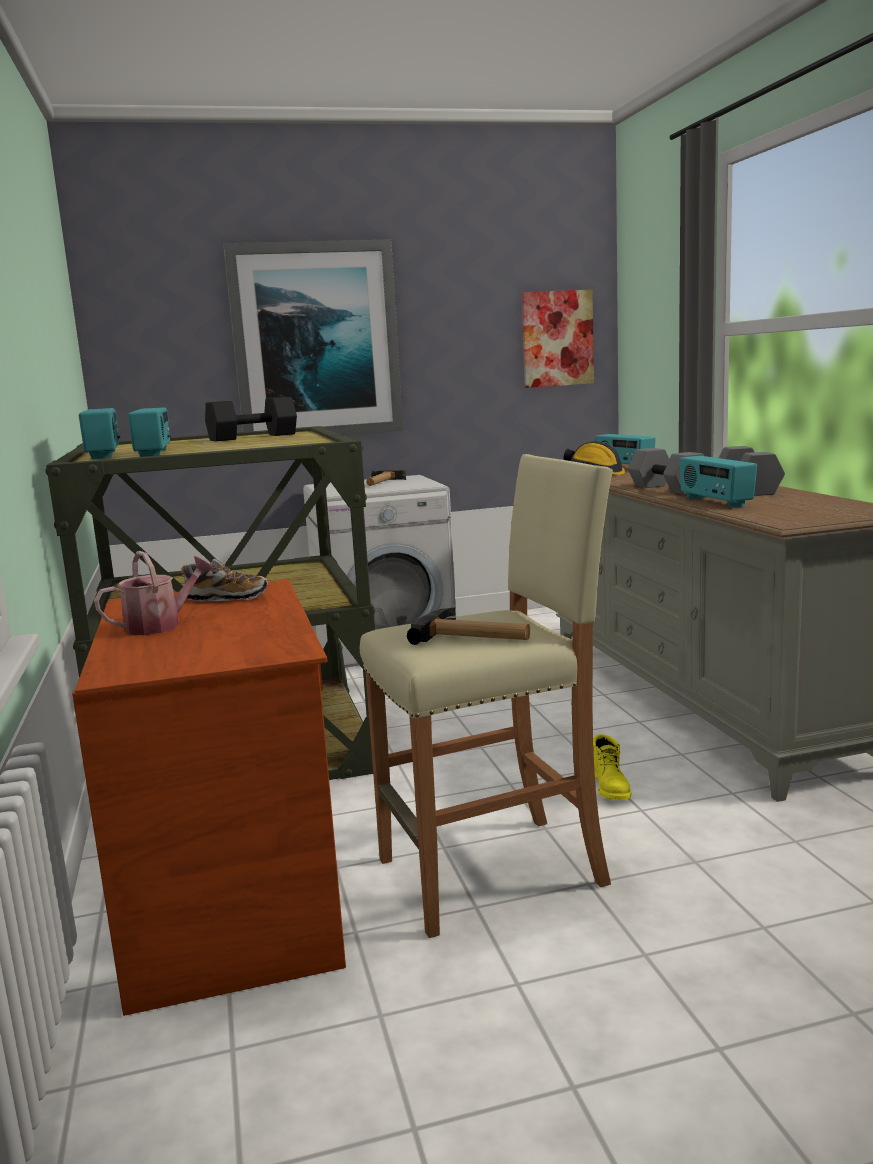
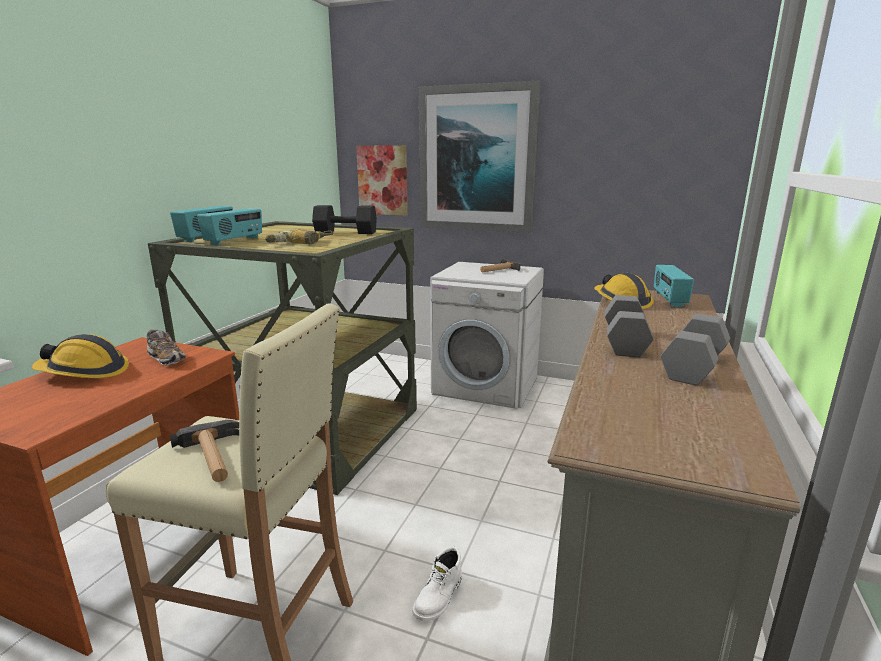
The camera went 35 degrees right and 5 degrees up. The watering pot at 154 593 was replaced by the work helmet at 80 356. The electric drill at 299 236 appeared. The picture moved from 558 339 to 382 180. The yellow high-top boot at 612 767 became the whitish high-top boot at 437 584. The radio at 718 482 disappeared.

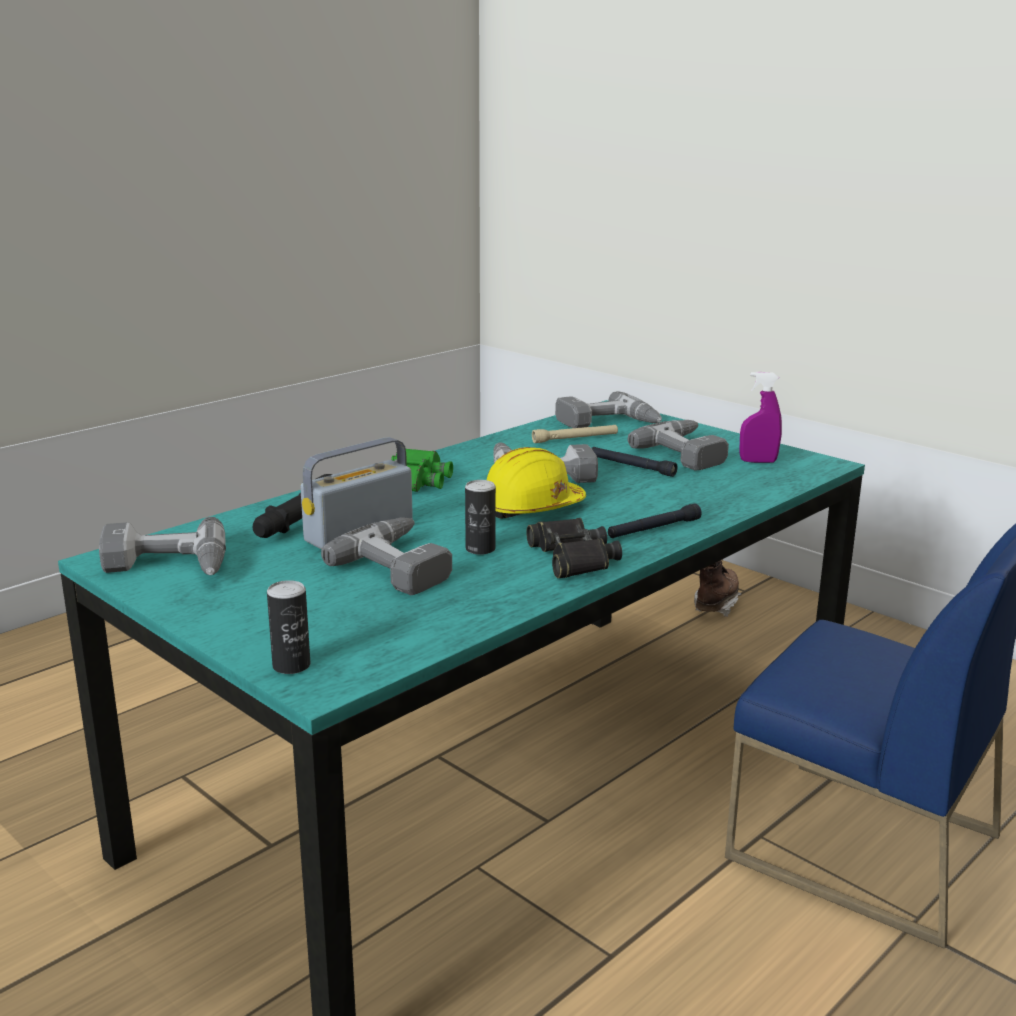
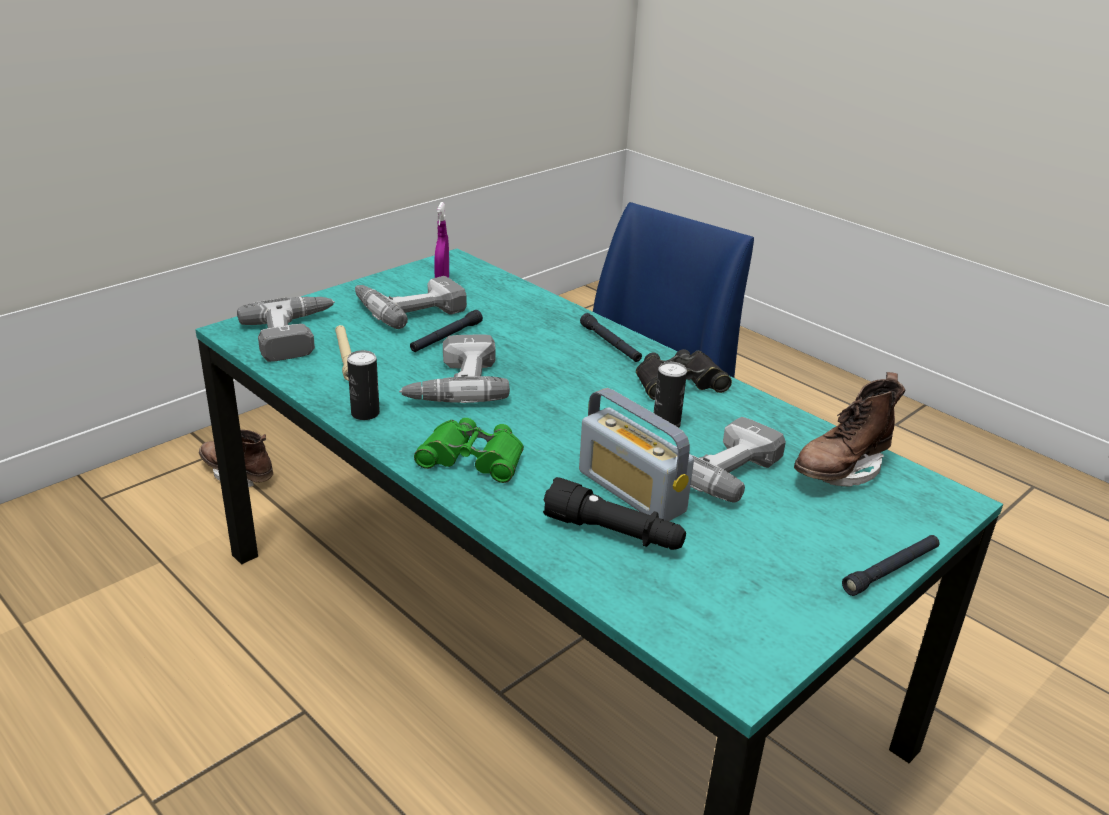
The camera went 90 degrees left and 10 degrees up. The can moved from 288 627 to 363 385. The brownish high-top boot at 849 429 appeared. The black hand torch at 891 565 appeared. The electric drill at 162 546 disappeared. The yellow work helmet at 536 483 disappeared.

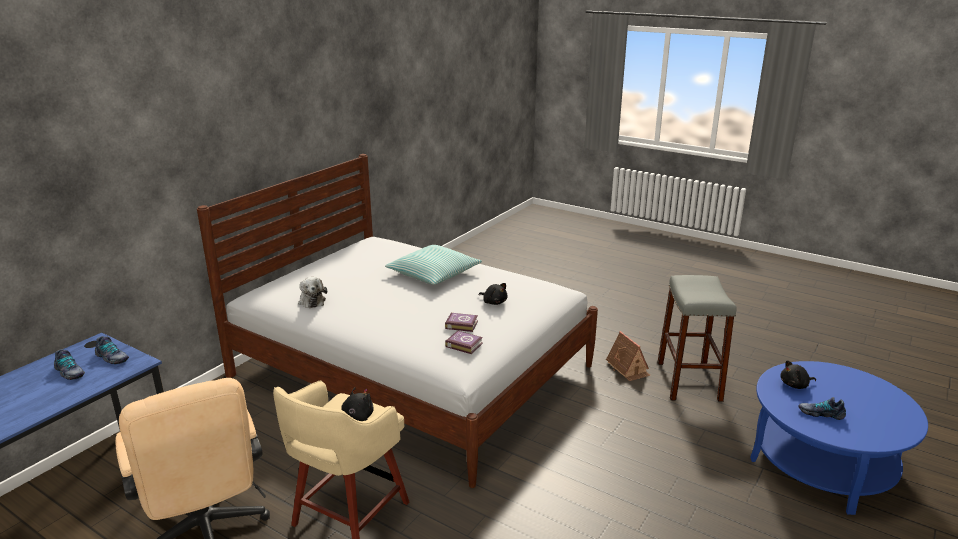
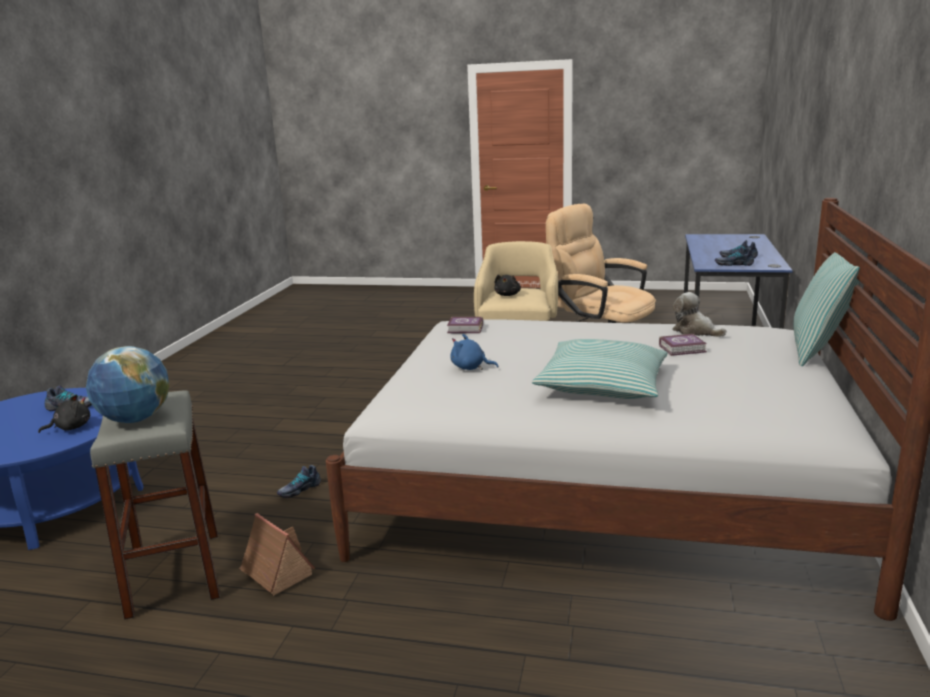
The camera went 160 degrees right and 5 degrees down. The desk globe at 128 384 appeared. The low shoe at 299 481 appeared. The black soft toy at 493 294 became the bluish soft toy at 474 352. The bound book moved from 461 322 to 683 345. The pillow at 826 309 appeared.

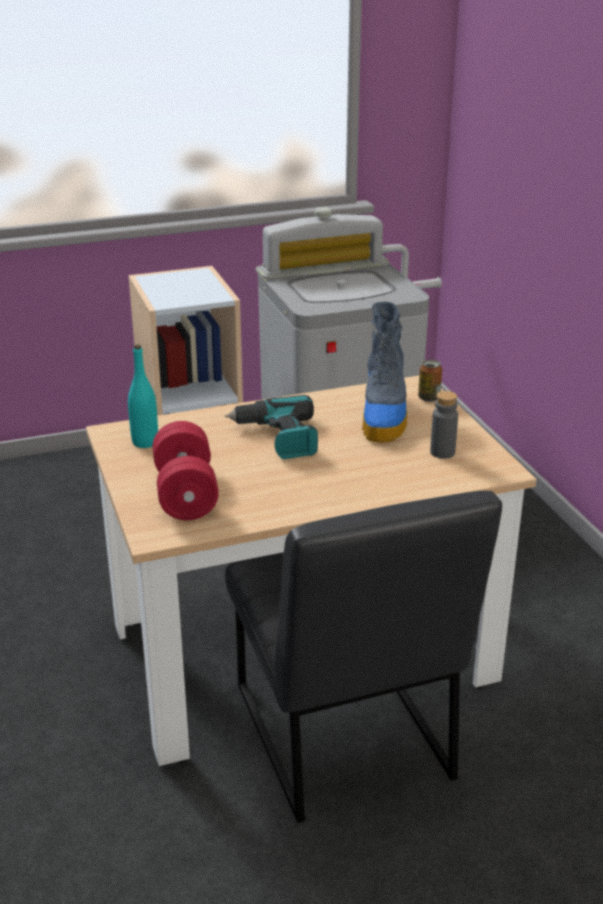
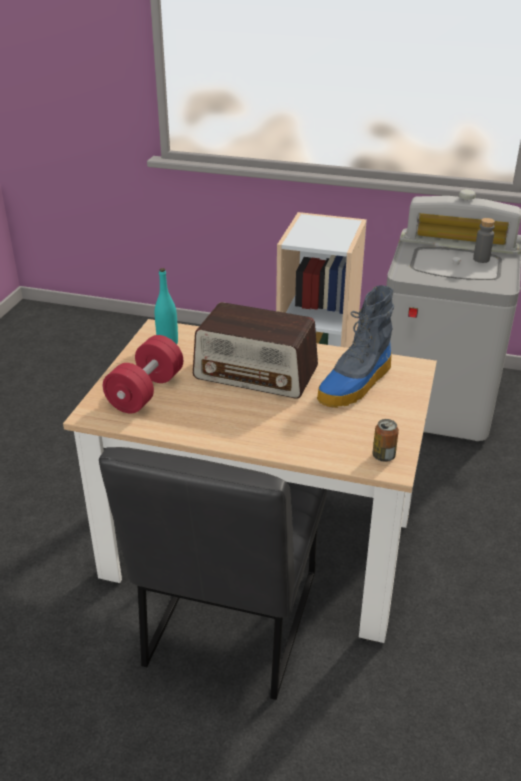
The camera went 35 degrees right and 5 degrees up. The electric drill at 271 427 was replaced by the radio at 255 350. The can moved from 430 380 to 386 440. The gray beverage bottle moved from 444 425 to 484 240.

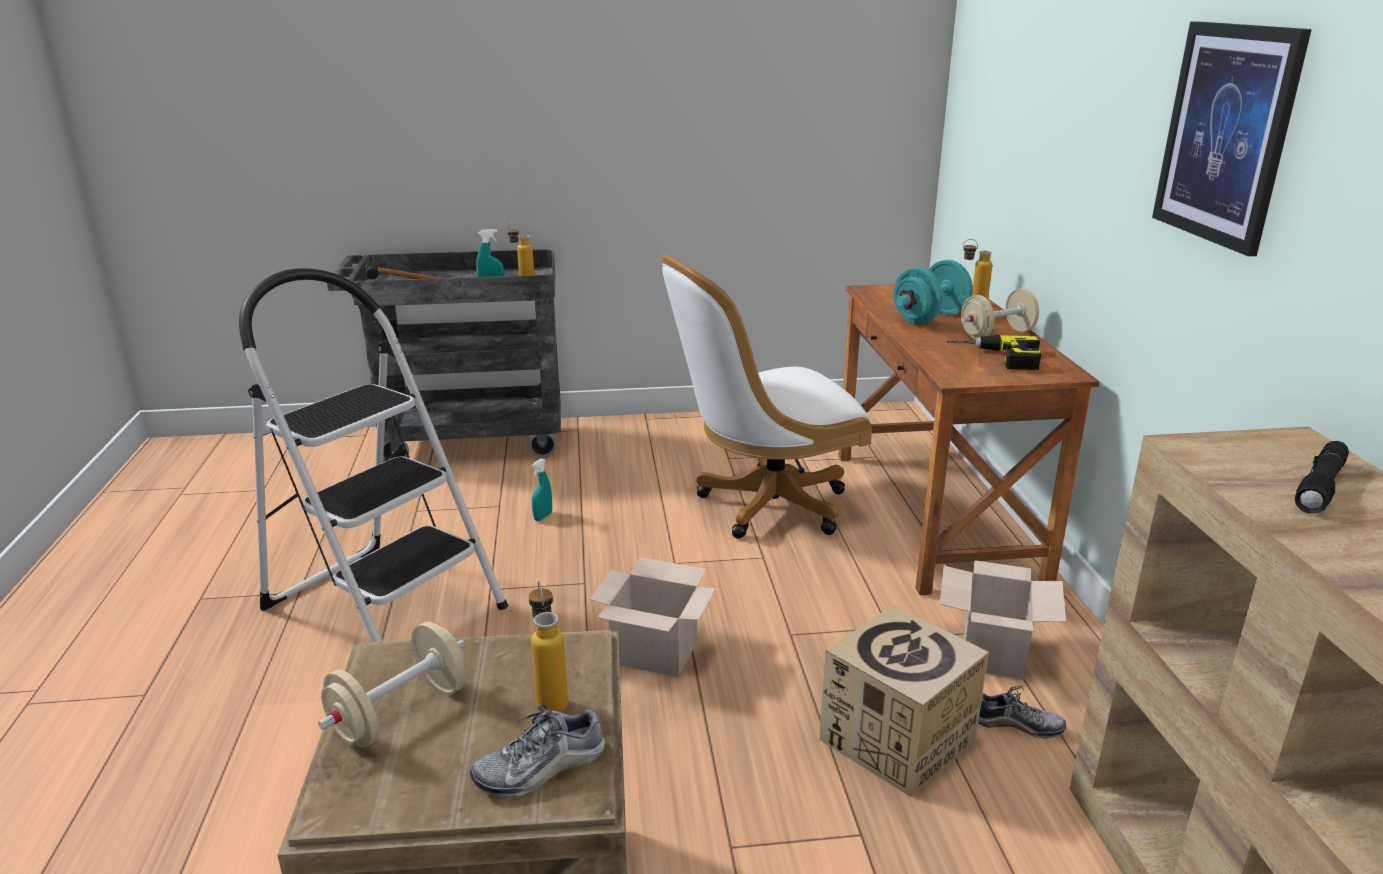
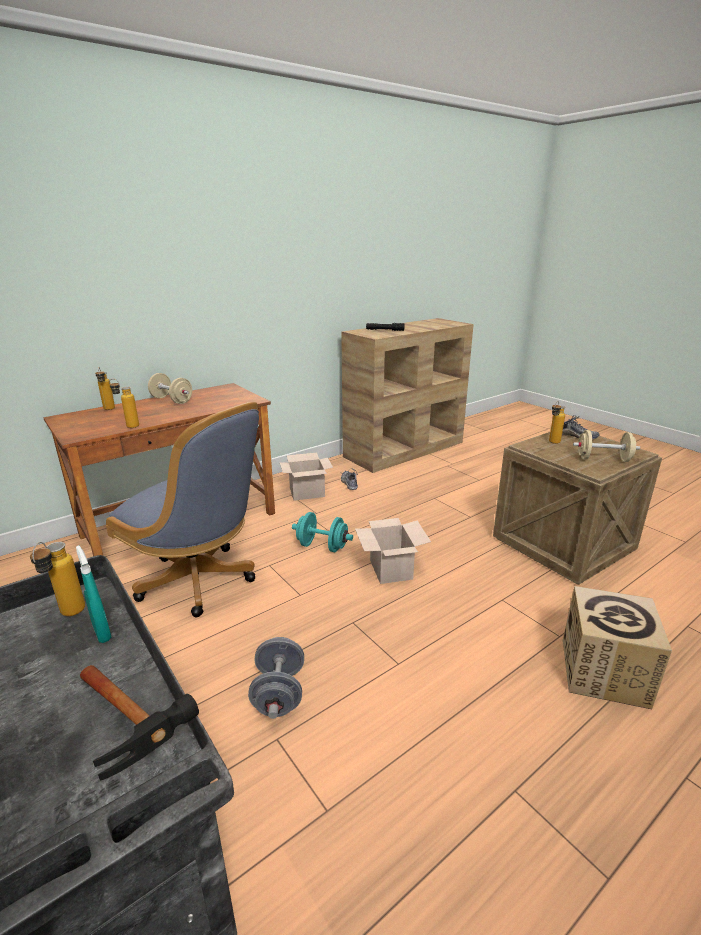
The camera went 120 degrees left and 0 degrees up. The whitish desk chair at 767 397 became the bluish desk chair at 182 510. The beverage bottle at 124 403 appeared. The blue-green sprayer at 542 489 was replaced by the gray hand weight at 276 678. The blue-green hand weight moved from 933 292 to 322 532. The cardboard box moved from 904 701 to 617 647. The step ladder at 373 455 disappeared. The electric drill at 994 352 disappeared. The picture at 1232 138 disappeared.

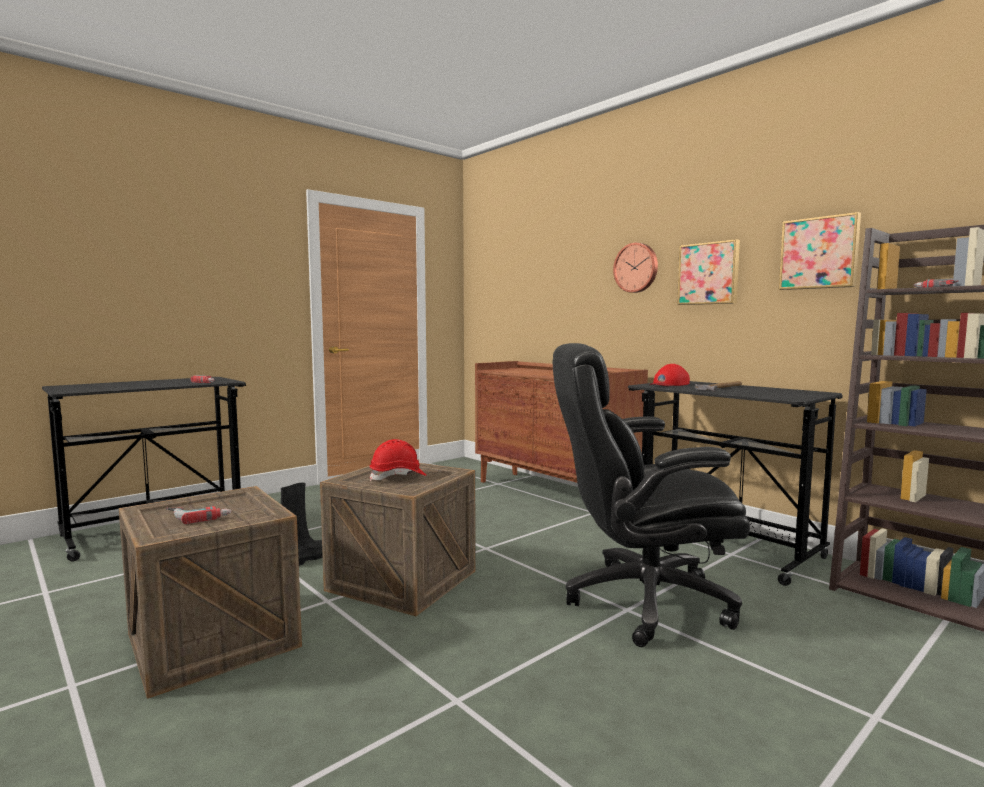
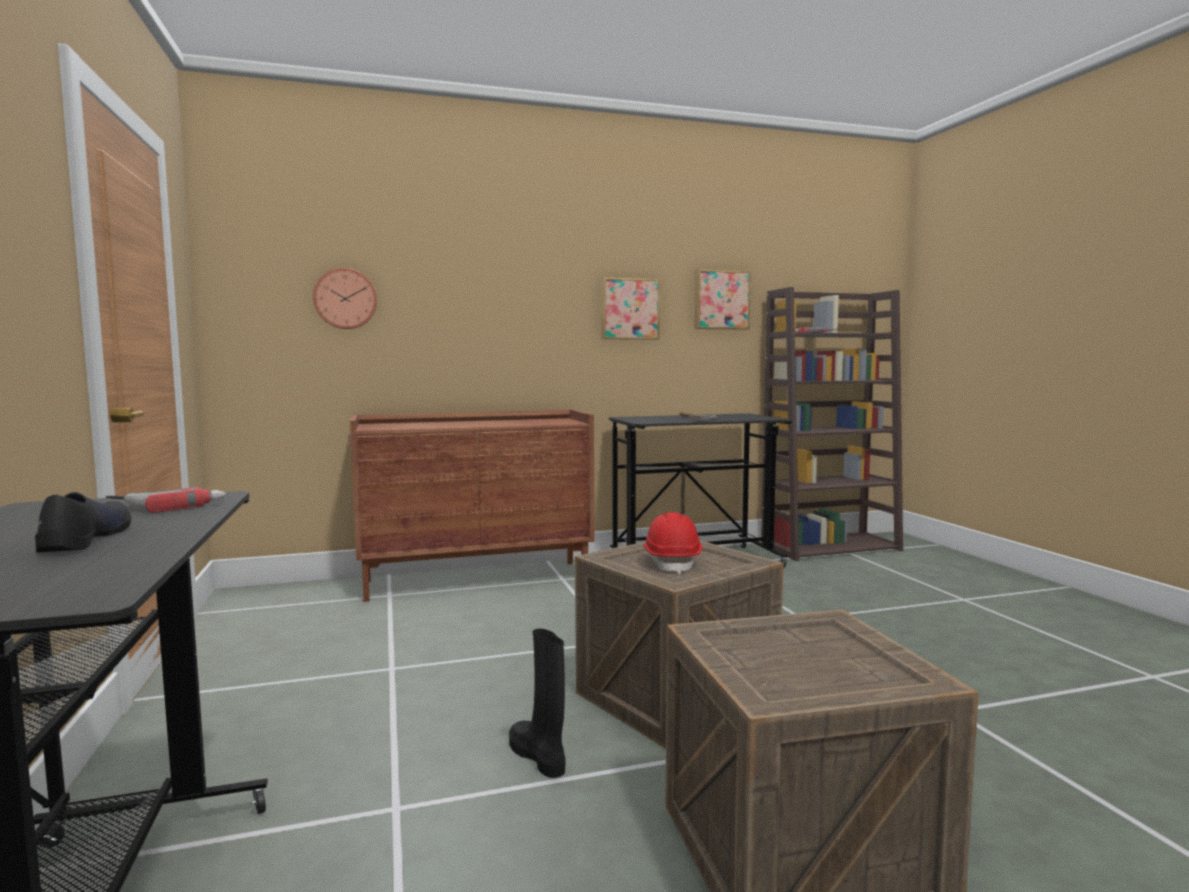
The camera went 65 degrees left and 0 degrees up. The black low shoe at 83 522 appeared. The clock on the wall moved from 635 268 to 345 298. The electric drill at 199 515 disappeared. The black desk chair at 651 495 disappeared. The reddish peaked cap at 669 375 disappeared.

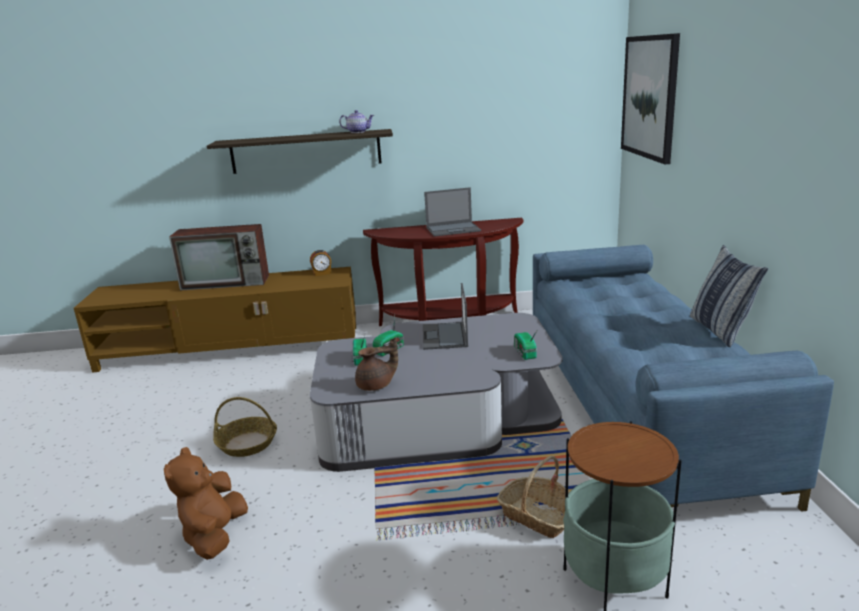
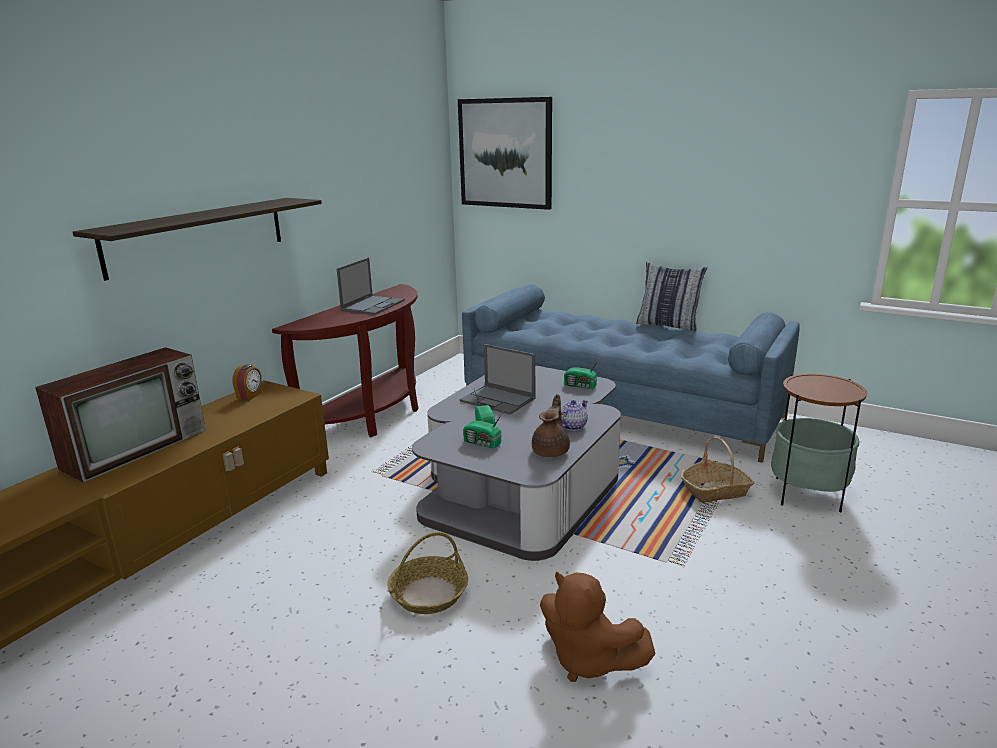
The camera went 55 degrees left and 0 degrees up. The tea pot moved from 356 121 to 574 415.

